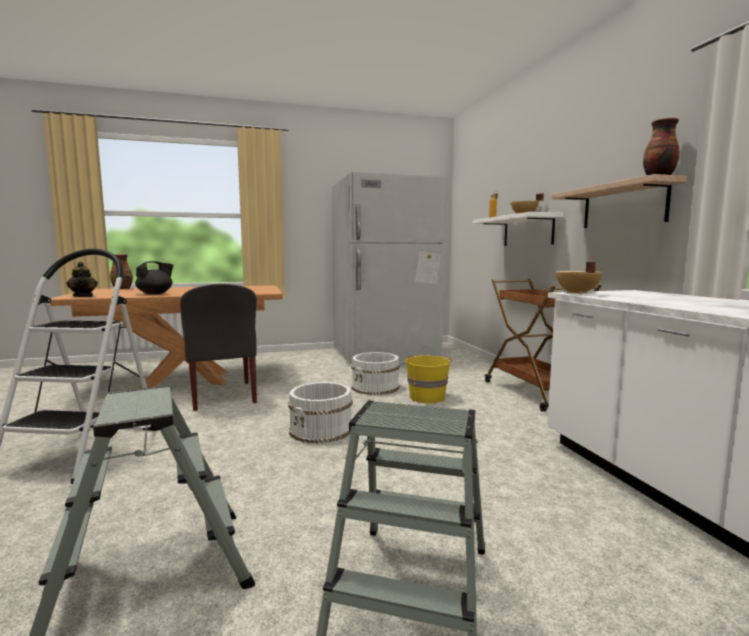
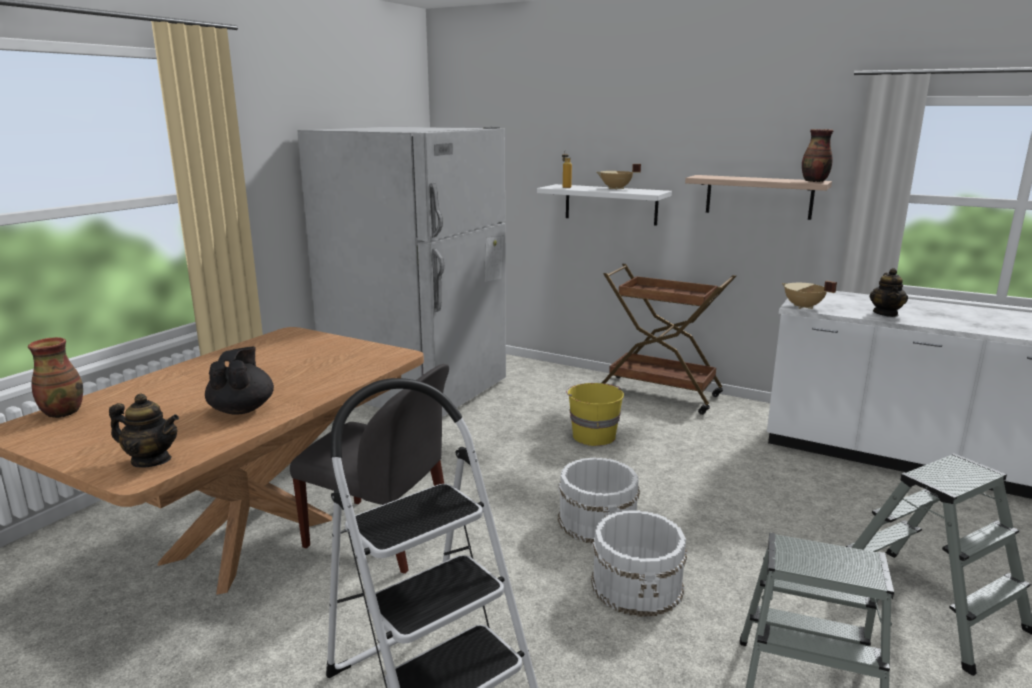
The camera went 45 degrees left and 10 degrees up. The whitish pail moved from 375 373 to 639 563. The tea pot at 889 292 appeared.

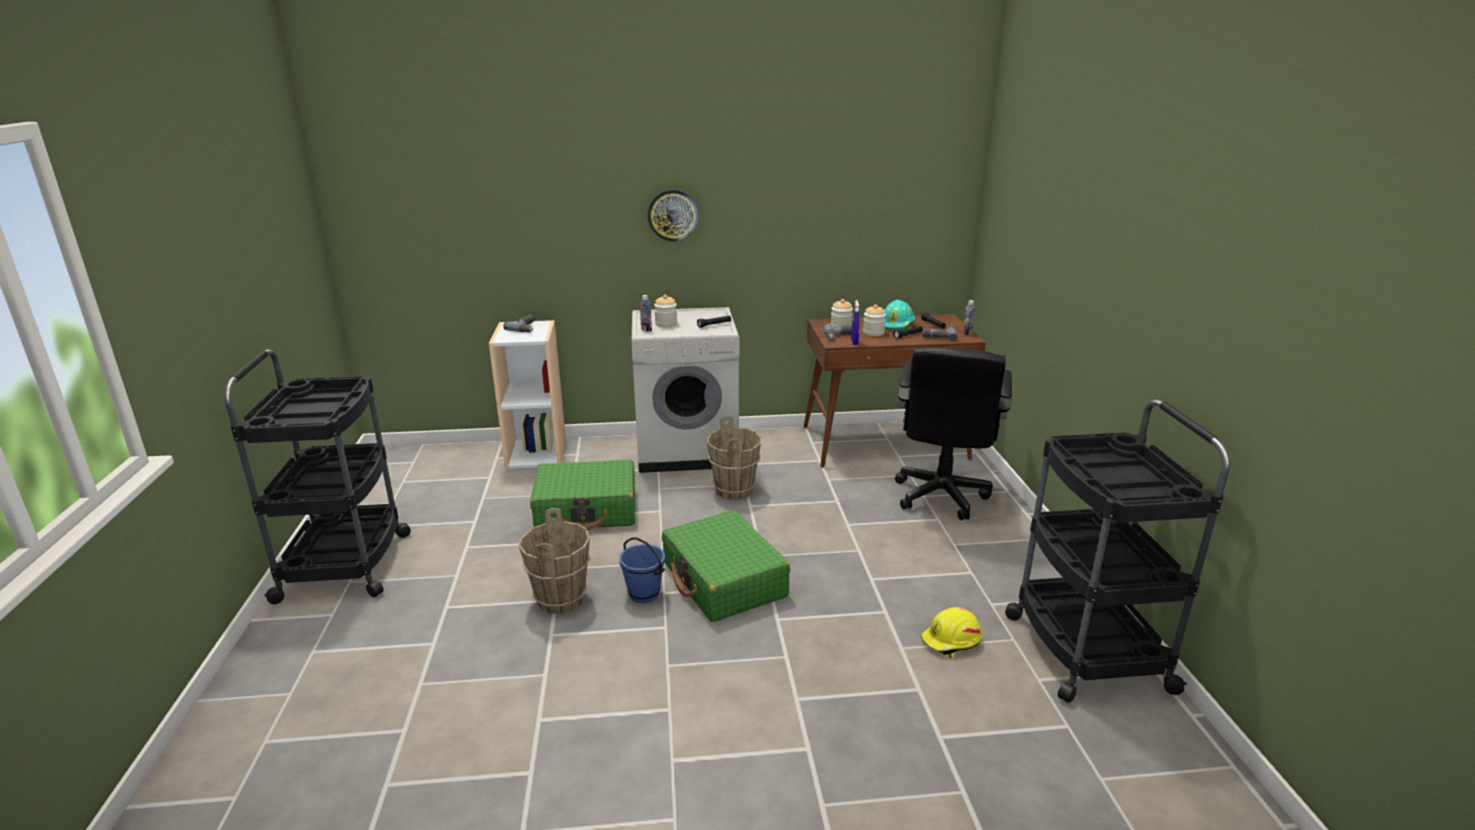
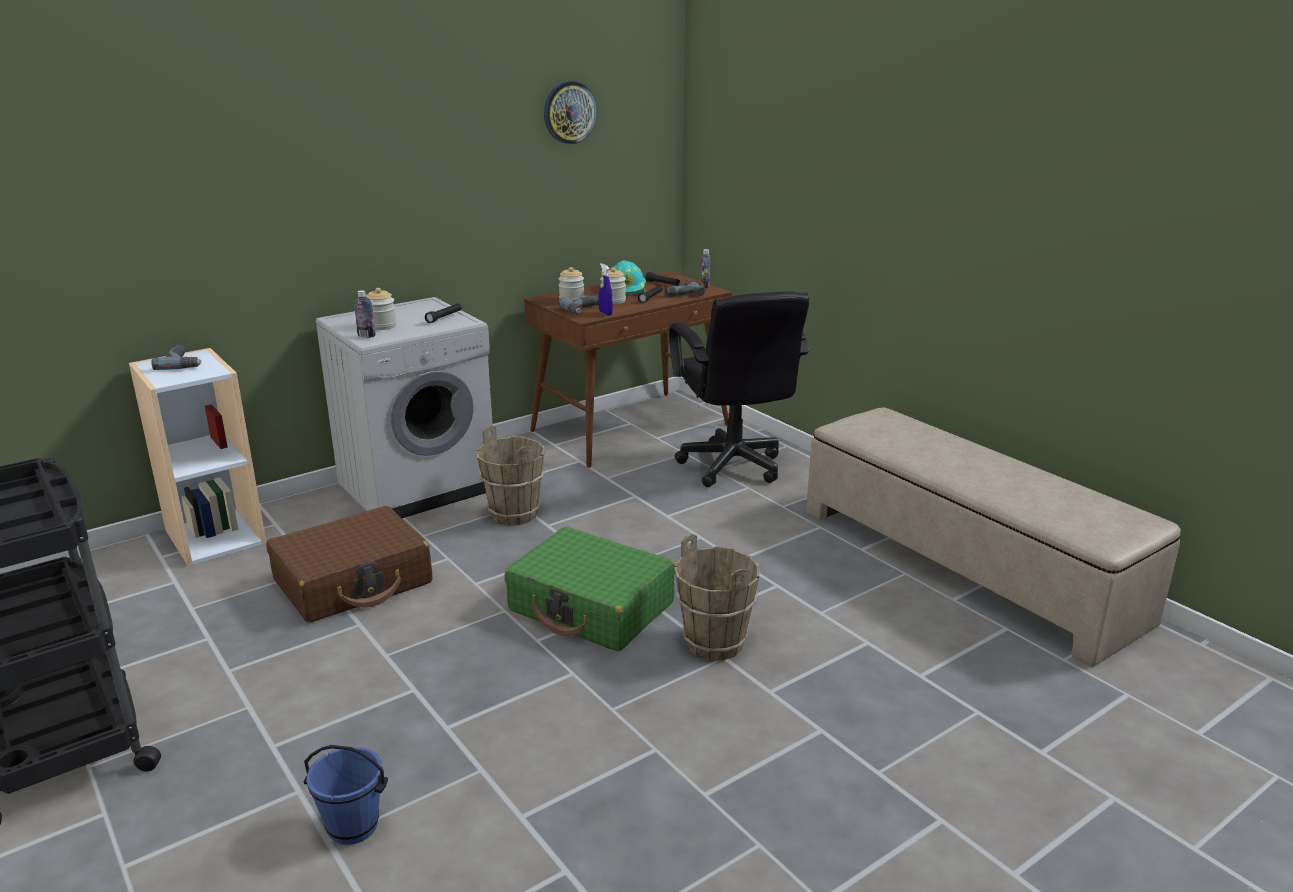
The camera went 30 degrees left and 0 degrees up. The green suitcase at 582 495 became the brownish suitcase at 349 564. The bluish pail moved from 642 570 to 346 795. The clock on the wall moved from 673 215 to 570 112. The brownish pail moved from 554 561 to 717 597. The black cart at 1117 551 was replaced by the sand-coloured indoor bench at 993 537. The yellow work helmet at 951 632 disappeared.

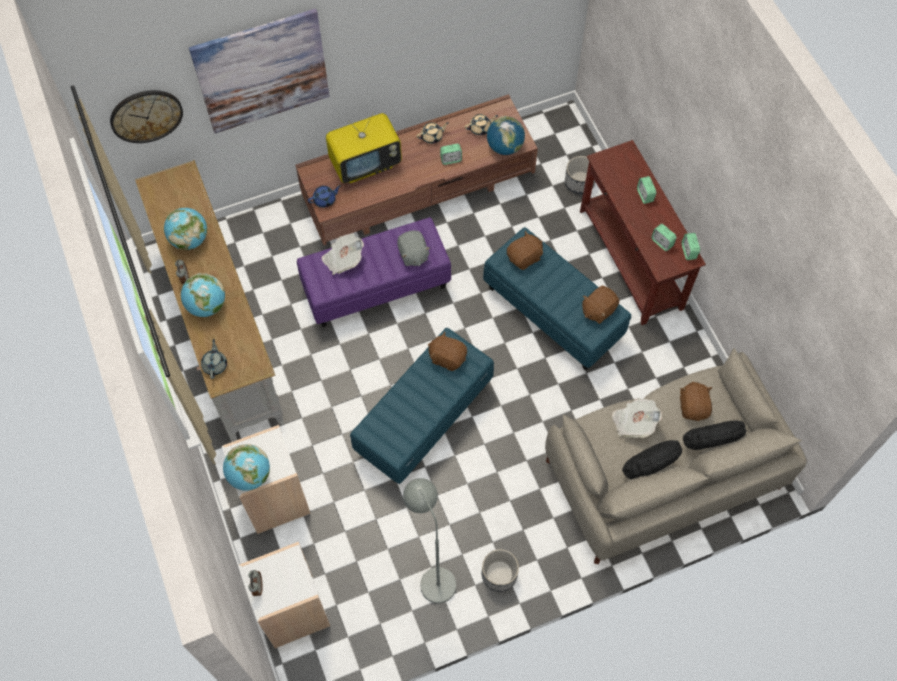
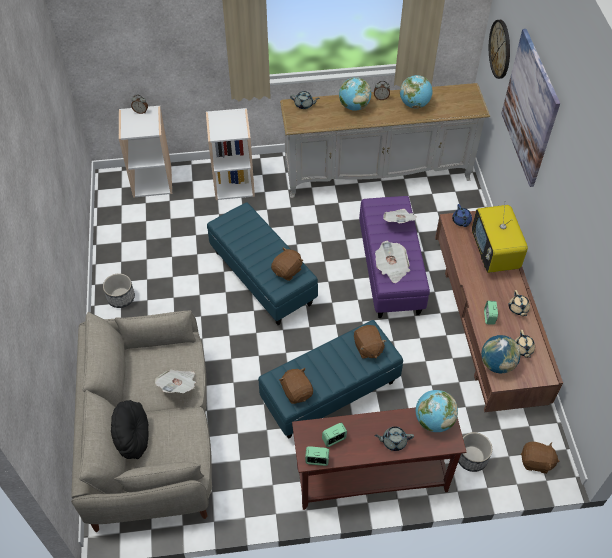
The camera went 105 degrees right and 10 degrees down. The bedside clock at 646 190 was replaced by the gray tea pot at 394 439. The gray soft toy at 413 248 was replaced by the newspaper at 392 262. The desk globe moved from 246 467 to 437 411. The brownish soft toy moved from 696 401 to 540 458. The gray standing lamp at 429 541 disappeared. The black pillow at 652 459 disappeared.

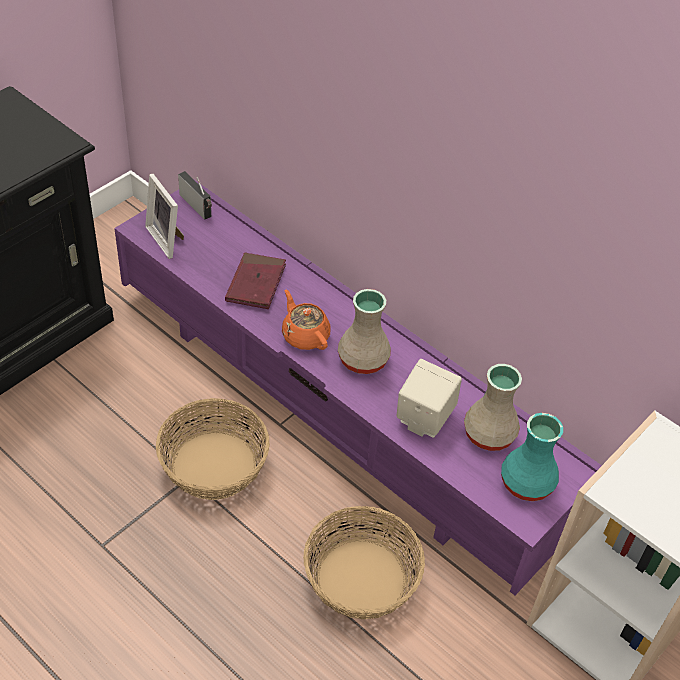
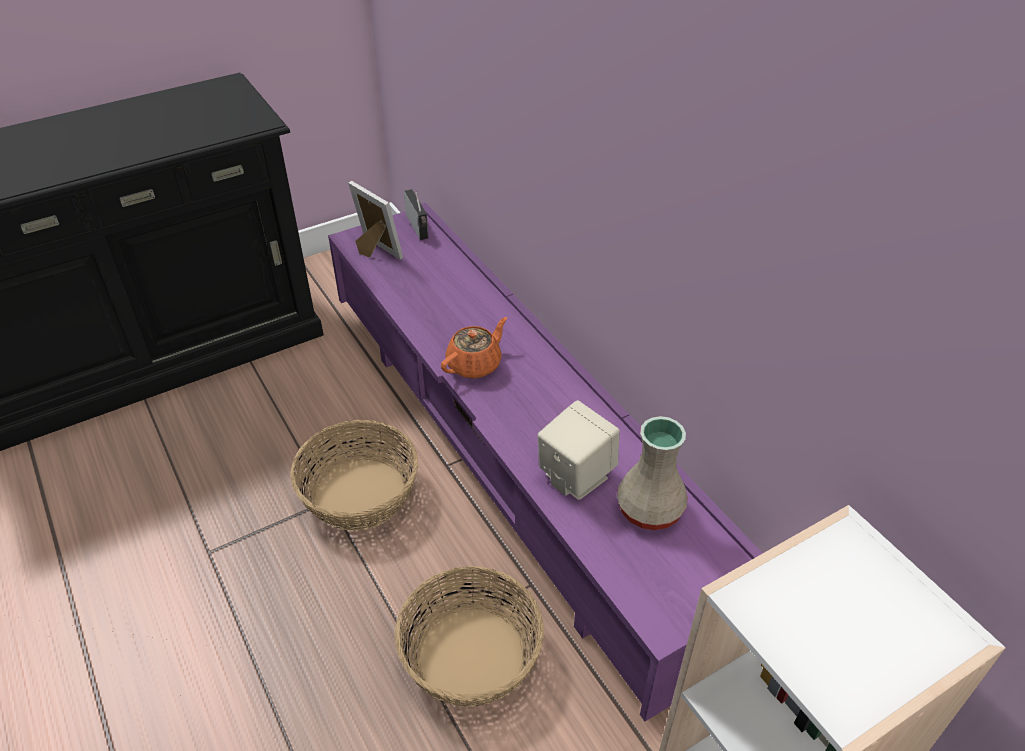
The camera went 20 degrees right and 5 degrees down. The picture frame at 164 216 turned 150 degrees clockwise. The orangey tea pot at 306 319 turned 60 degrees clockwise. The reddish bound book at 255 280 disappeared. The sand-coloured vase at 364 331 disappeared. The blue-green vase at 532 457 disappeared.

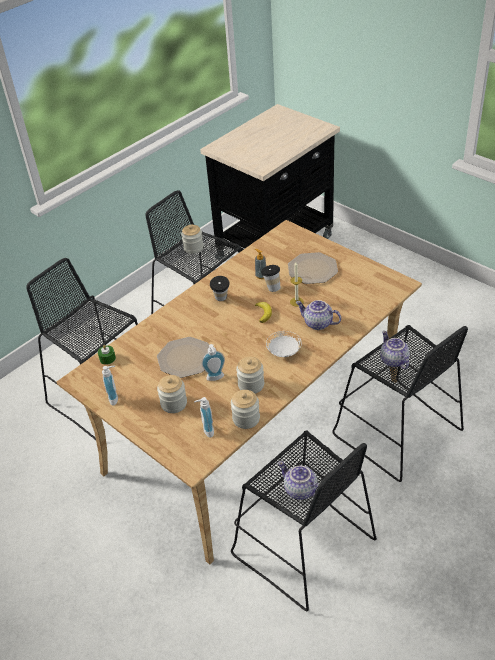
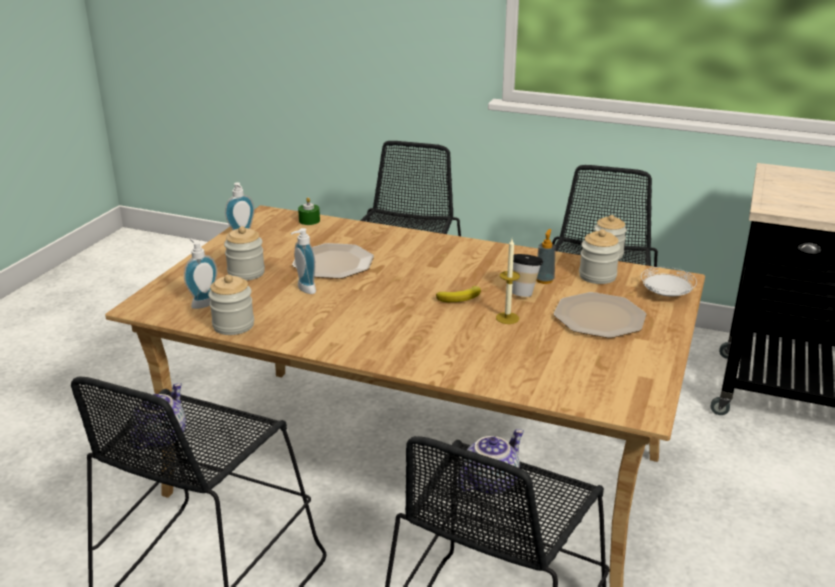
The camera went 65 degrees right and 15 degrees down. The jar moved from 250 375 to 599 256. The whitish flat dish moved from 284 344 to 669 282. The cup at 220 288 disappeared. The tea pot at 318 315 disappeared.

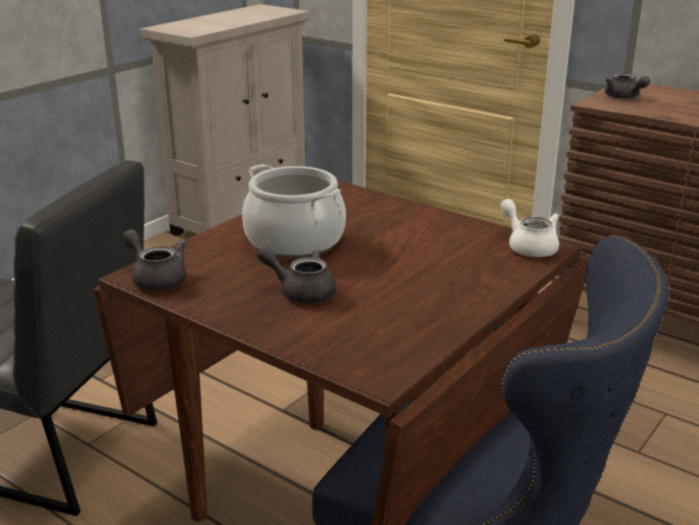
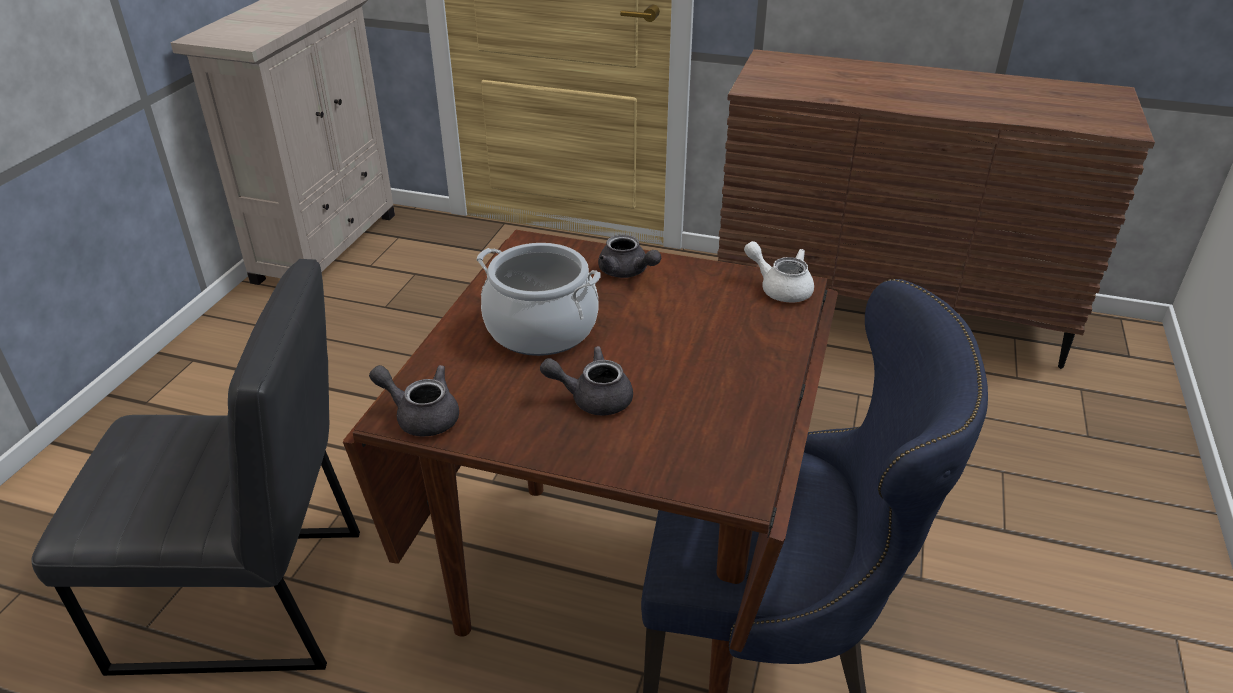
The camera went 20 degrees left and 10 degrees up. The gray tea pot moved from 627 86 to 629 256.

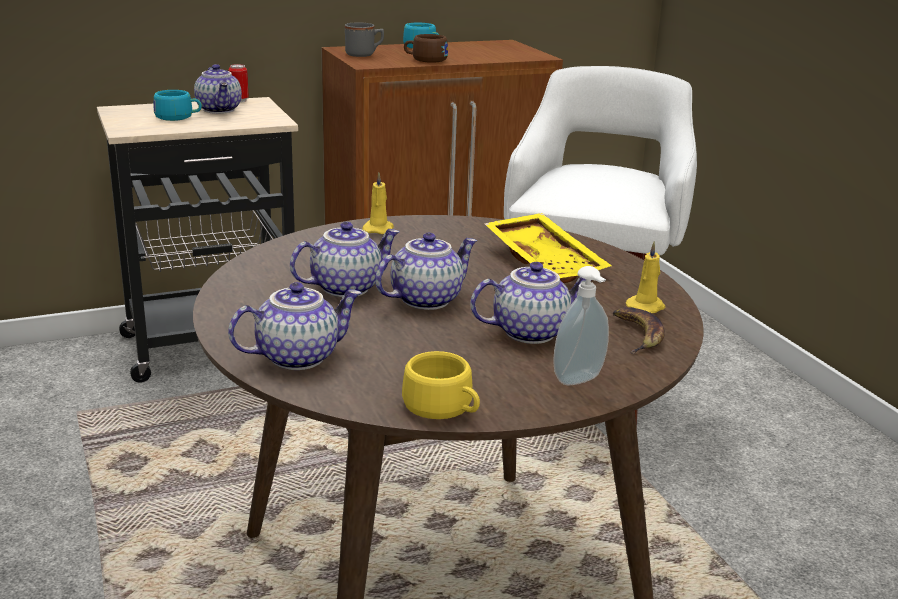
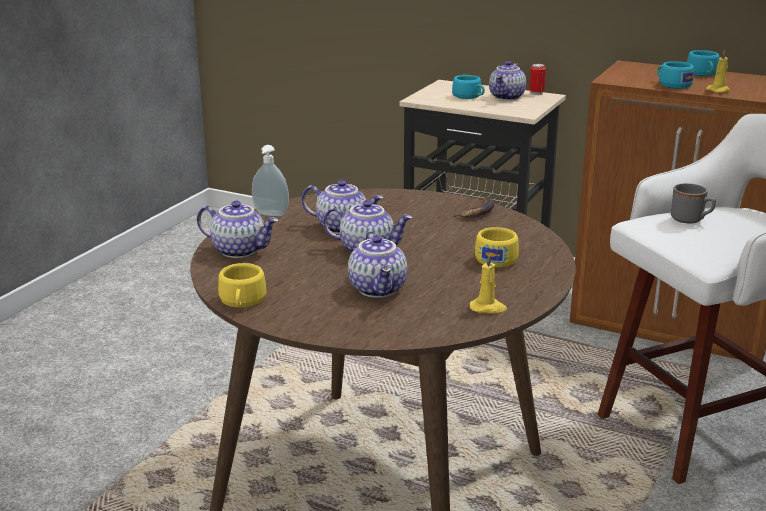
The camera went 50 degrees right and 0 degrees up. The soap bottle moved from 581 325 to 270 180. The tea pot at 528 303 turned 45 degrees clockwise. The whole banana moved from 639 330 to 472 207. The yellow serving tray at 548 248 was replaced by the yellow cup at 497 247. The brownish cup at 426 48 became the blue-green cup at 675 75. The gray tea mug moved from 364 39 to 693 203. The yellow wax light moved from 378 203 to 719 71.

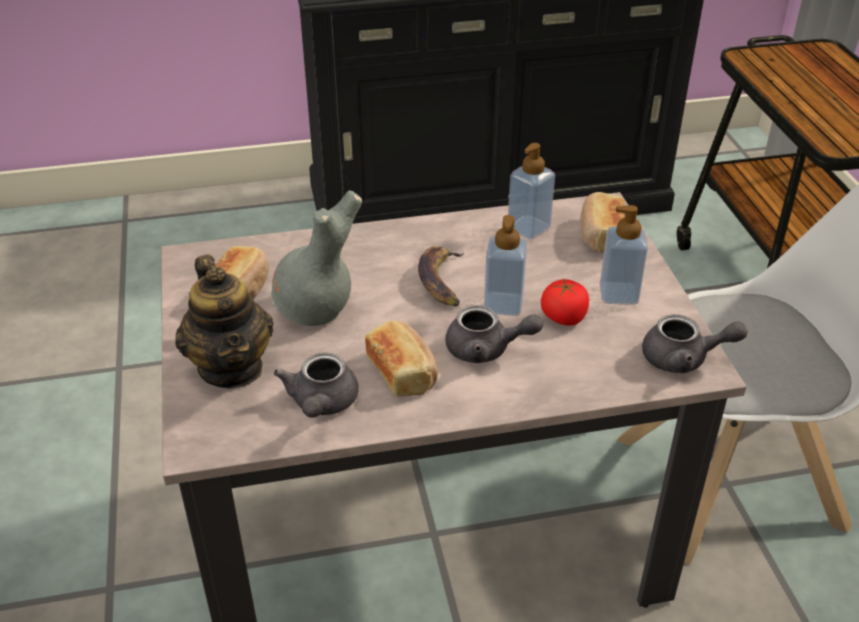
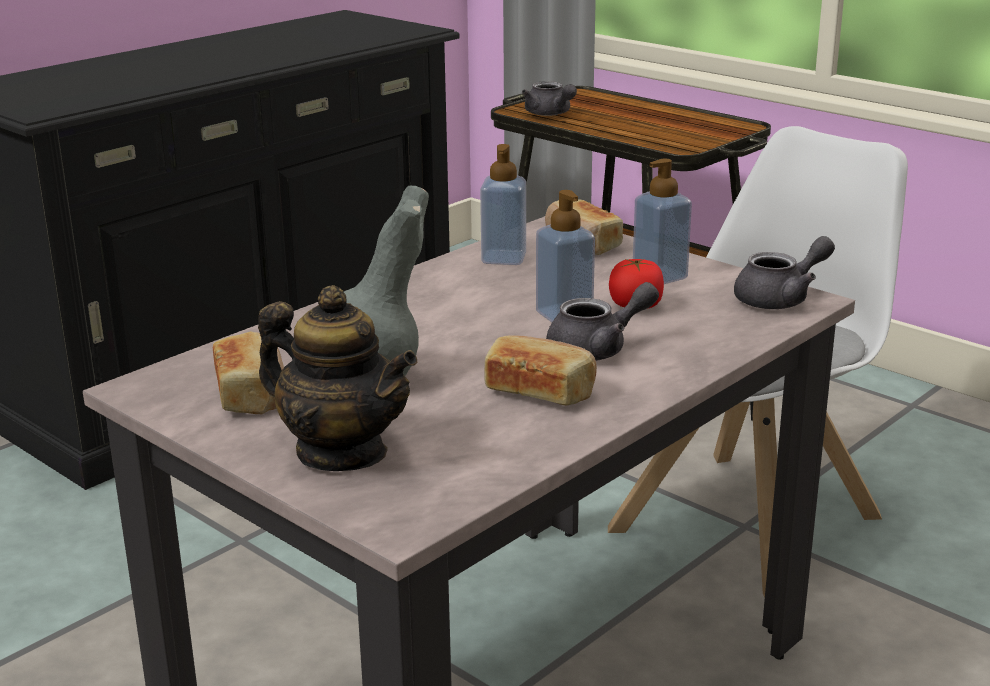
The camera went 35 degrees left and 15 degrees down. The gray tea pot moved from 316 385 to 549 98. The whole banana at 441 276 disappeared.

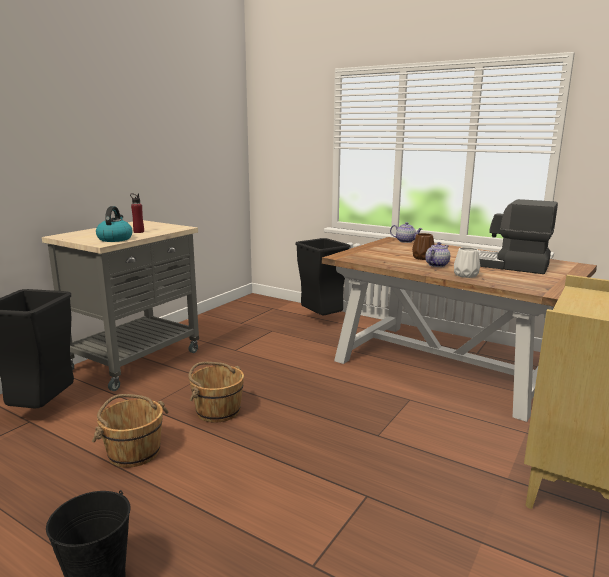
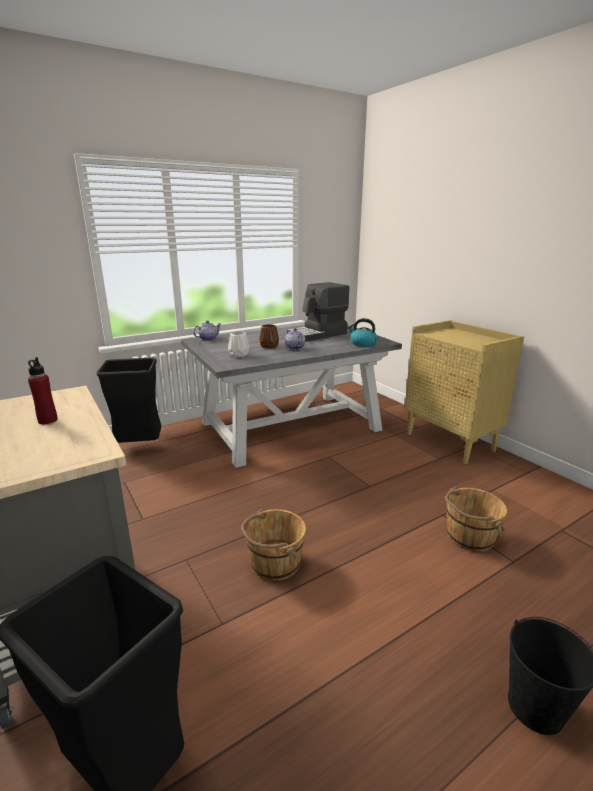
The camera went 65 degrees left and 5 degrees up. The brownish dinner table at 459 329 became the gray dinner table at 291 396. The whitish vase moved from 467 262 to 238 344. The tea kettle moved from 114 224 to 362 332. The brownish pail moved from 130 431 to 476 519.

